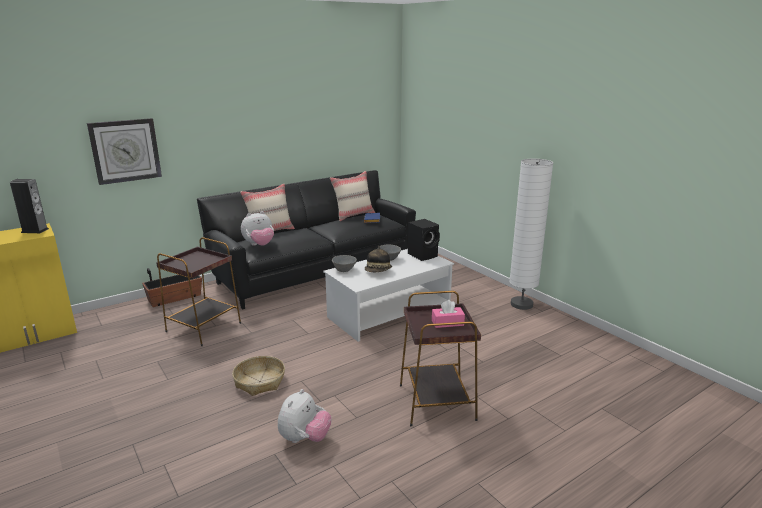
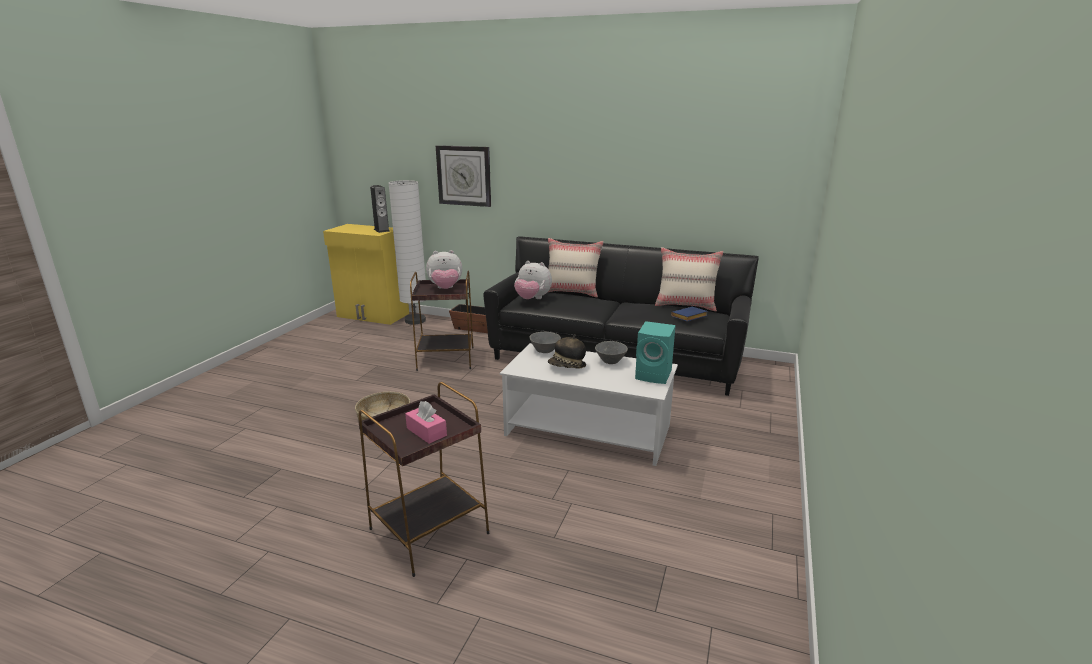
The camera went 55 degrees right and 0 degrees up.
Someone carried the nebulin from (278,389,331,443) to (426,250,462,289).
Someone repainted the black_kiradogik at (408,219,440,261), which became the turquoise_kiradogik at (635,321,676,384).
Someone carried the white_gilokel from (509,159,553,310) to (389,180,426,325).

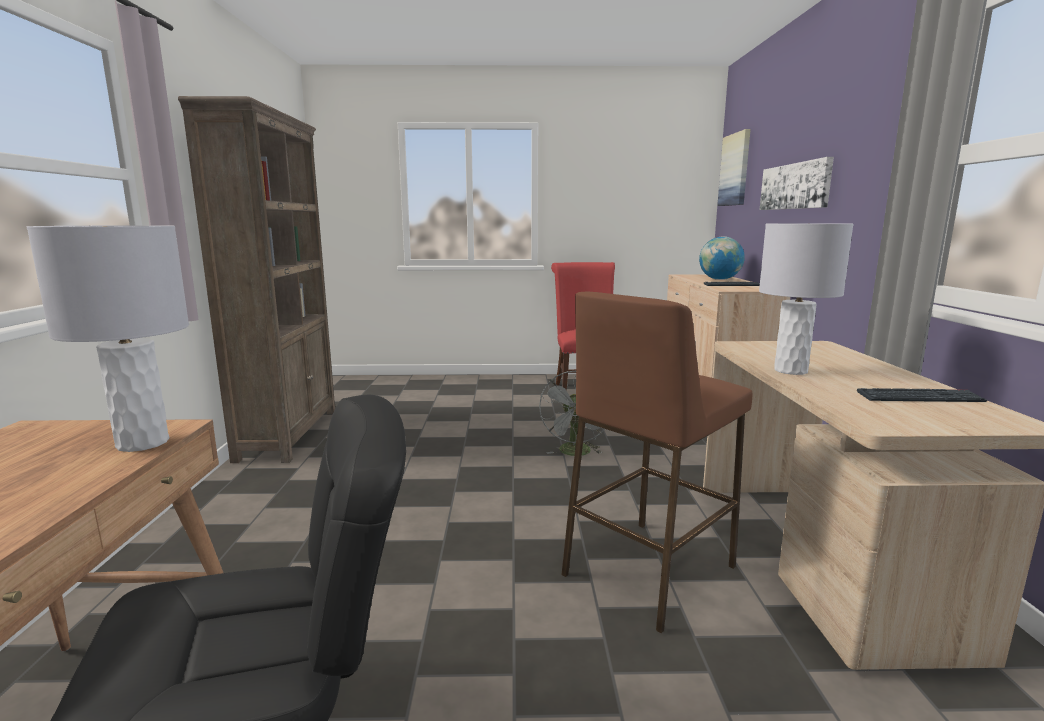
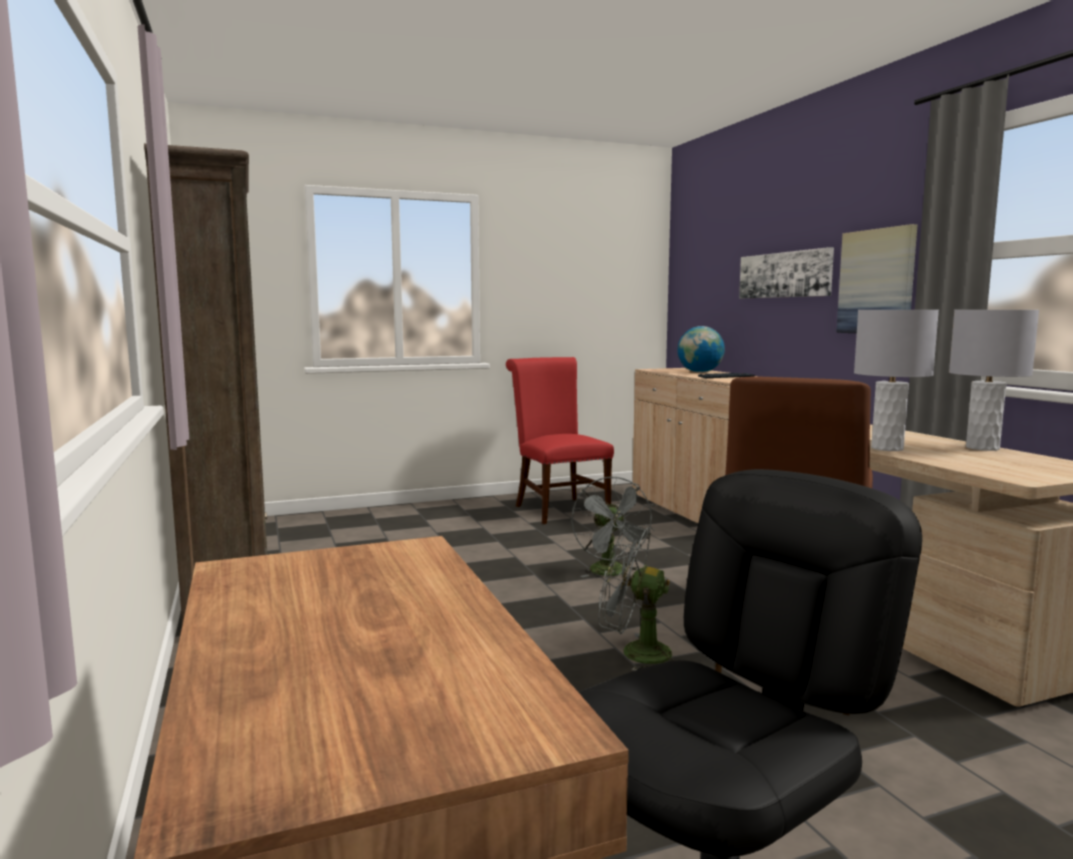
The camera went 20 degrees left and 5 degrees down.
Someone carried the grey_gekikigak from (27,225,189,452) to (949,310,1039,451).
Someone carried the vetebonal from (717,129,751,206) to (836,224,917,333).
Someone took away the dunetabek at (857,388,988,402).
Someone put down the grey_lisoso at (599,525,676,671).

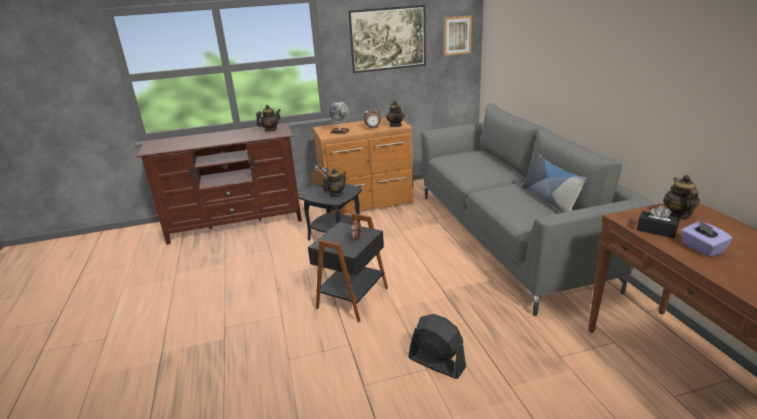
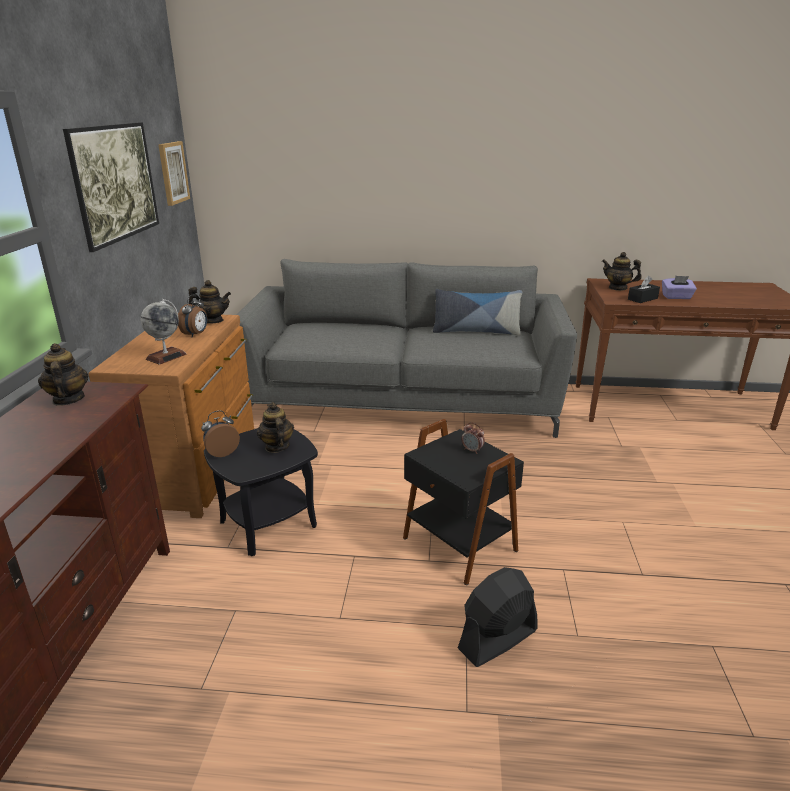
The camera went 70 degrees left and 0 degrees up.
Someone carried the black_lisoso from (408,314,466,379) to (458,567,538,667).

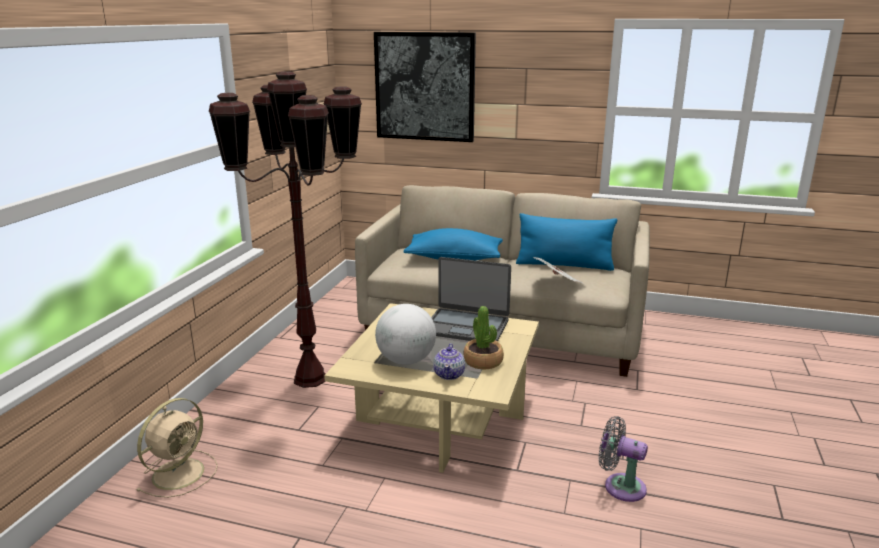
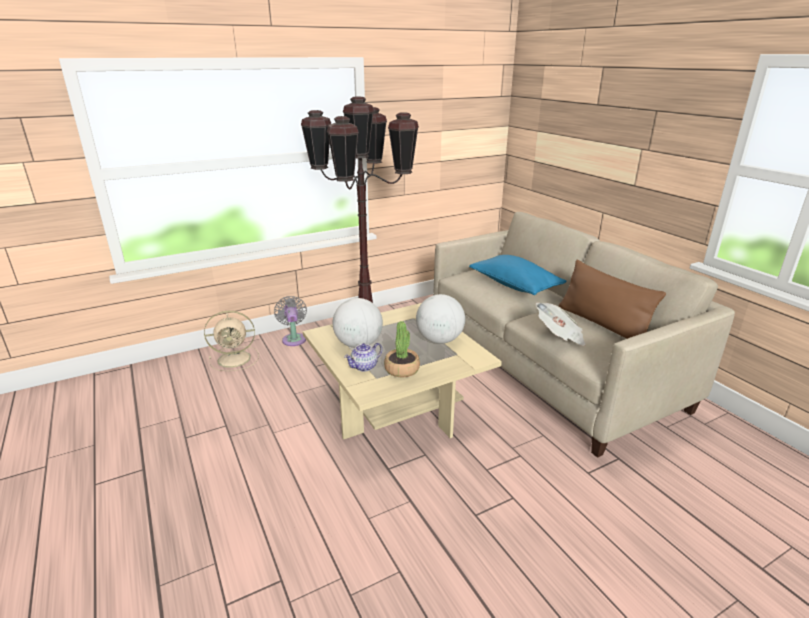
The camera went 45 degrees right and 5 degrees up.
Someone took away the vetebonal at (374,32,476,142).
Someone swapped the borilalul at (431,257,511,342) for the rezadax at (416,294,465,344).
Someone repainted the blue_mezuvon at (516,213,617,271), which became the brown_mezuvon at (559,260,666,339).
Someone carried the grey_lisoso from (598,416,648,502) to (274,296,307,346).

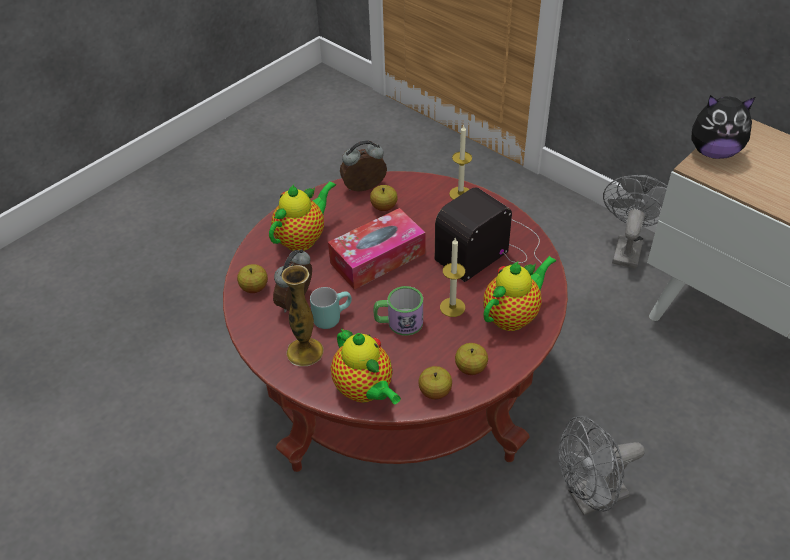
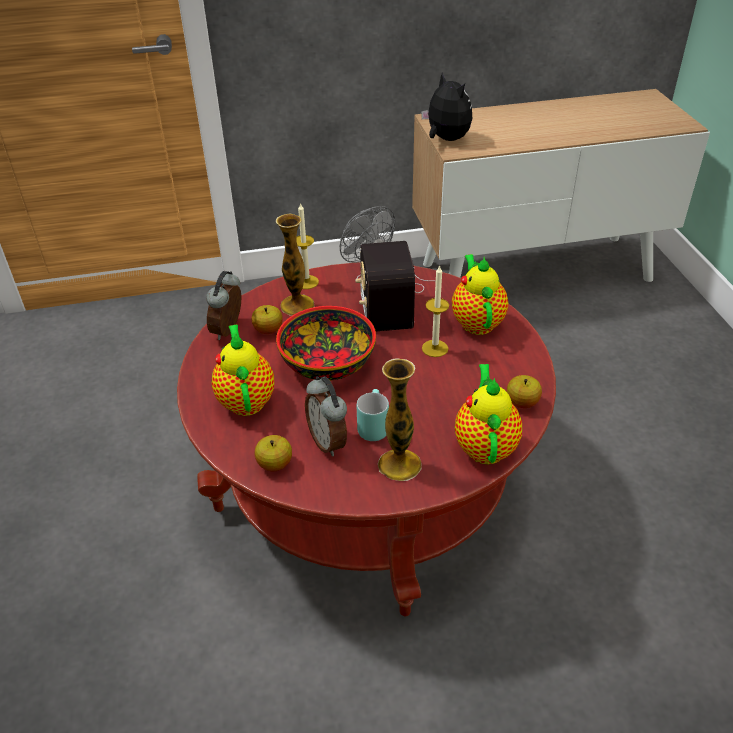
The camera went 55 degrees left and 5 degrees down.
Someone swapped the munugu at (328,208,426,290) for the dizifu at (276,306,376,381).
Someone rotated the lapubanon at (331,328,401,404) by 90 degrees counterclockwise.
Someone took away the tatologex at (373,286,423,336).
Someone took away the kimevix at (455,343,488,375).
Someone took away the grey_lisoso at (558,416,645,516).
Someone rotated the nebulin at (692,95,755,159) by 75 degrees counterclockwise.
Someone put down the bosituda at (276,214,314,316).

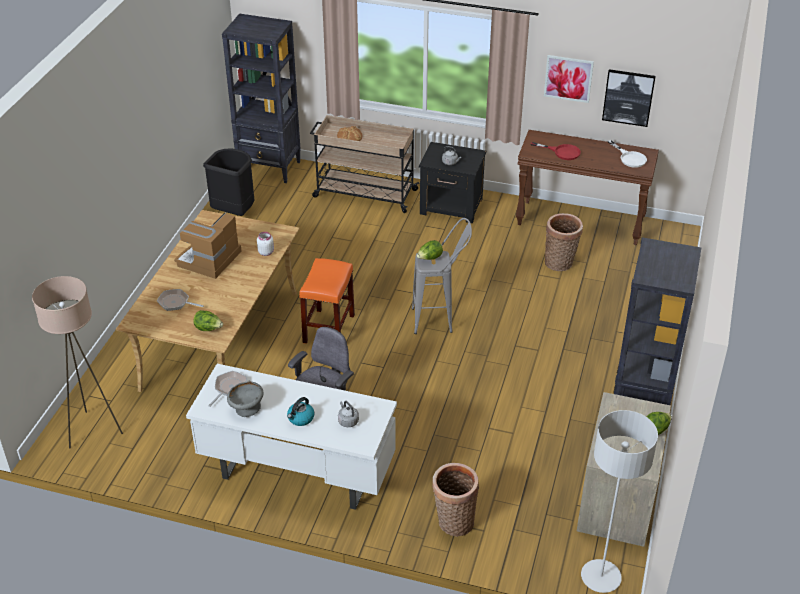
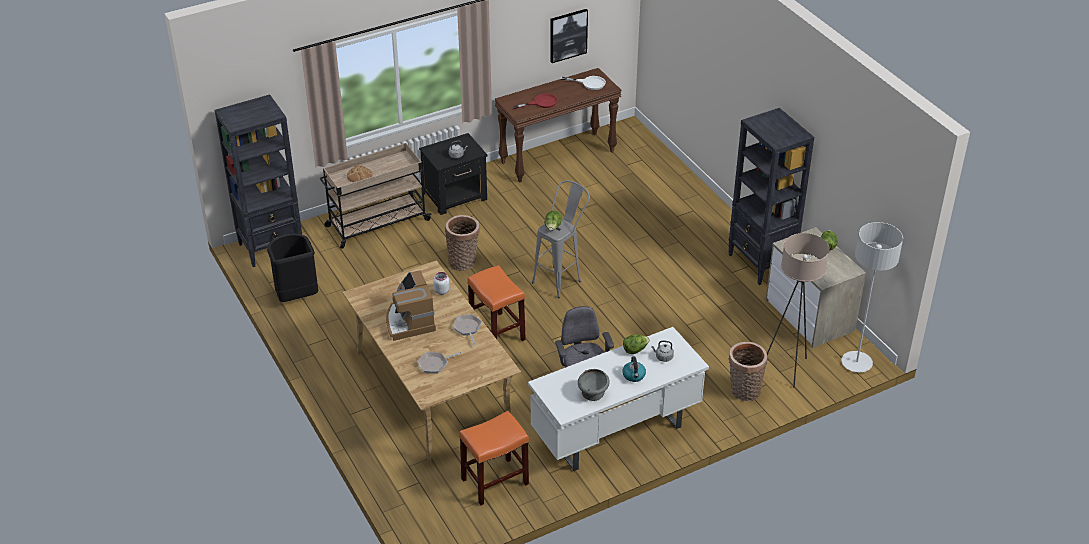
The camera went 45 degrees left and 0 degrees up.
Someone carried the beige_gilokel from (32,276,123,449) to (767,233,829,388).
Someone carried the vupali from (194,310,223,331) to (623,335,650,354).
Someone carried the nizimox from (208,371,247,407) to (453,314,482,345).
Someone took away the vetebonal at (544,55,594,103).
Someone carried the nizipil from (545,213,583,271) to (445,215,480,271).
Someone put down the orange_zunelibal at (459,411,529,506).

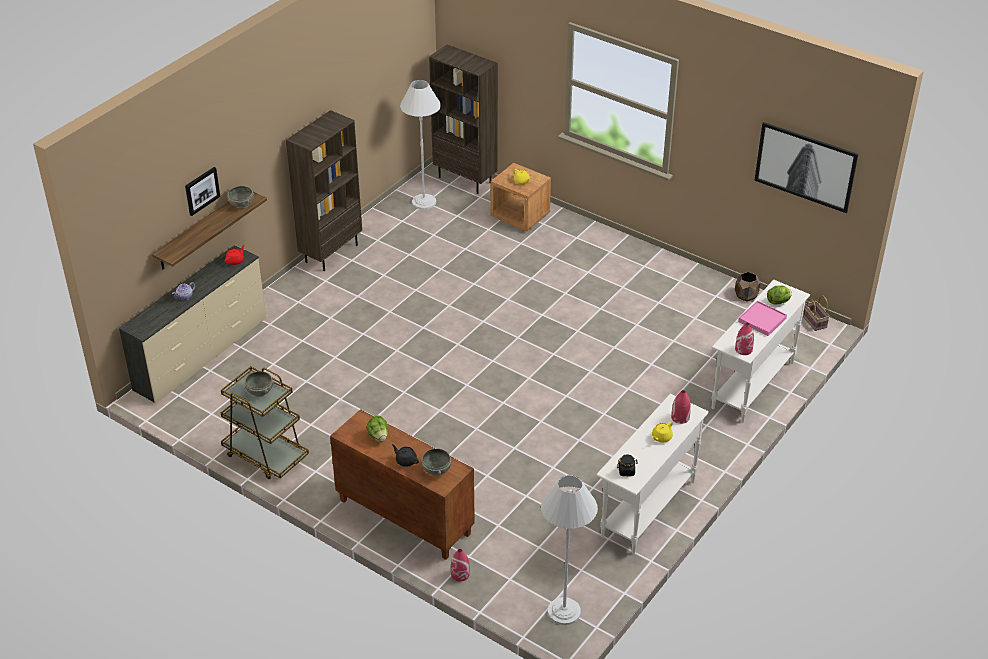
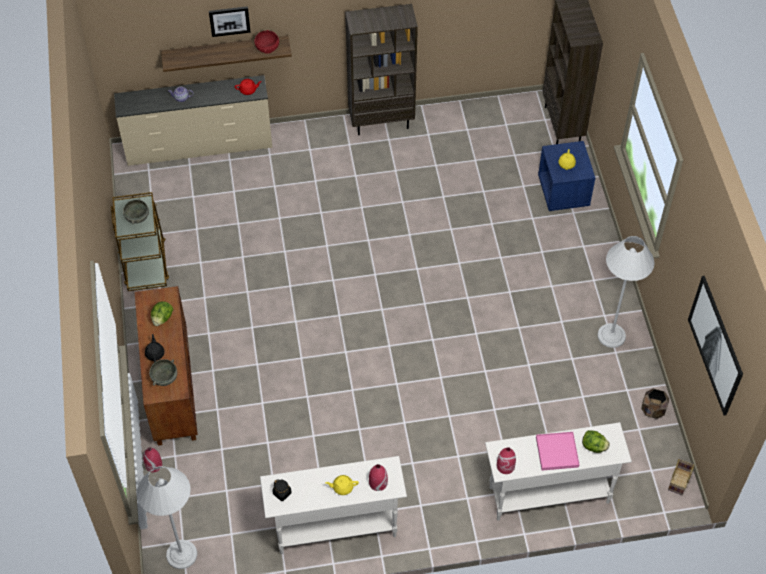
The camera went 45 degrees right and 15 degrees up.
Someone repainted the grey_dizifu at (228,186,254,209), which became the red_dizifu at (254,30,279,54).
Someone carried the white_gilokel from (400,80,441,209) to (598,236,655,348).
Someone repainted the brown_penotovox at (490,163,551,231), which became the blue_penotovox at (538,141,595,211).

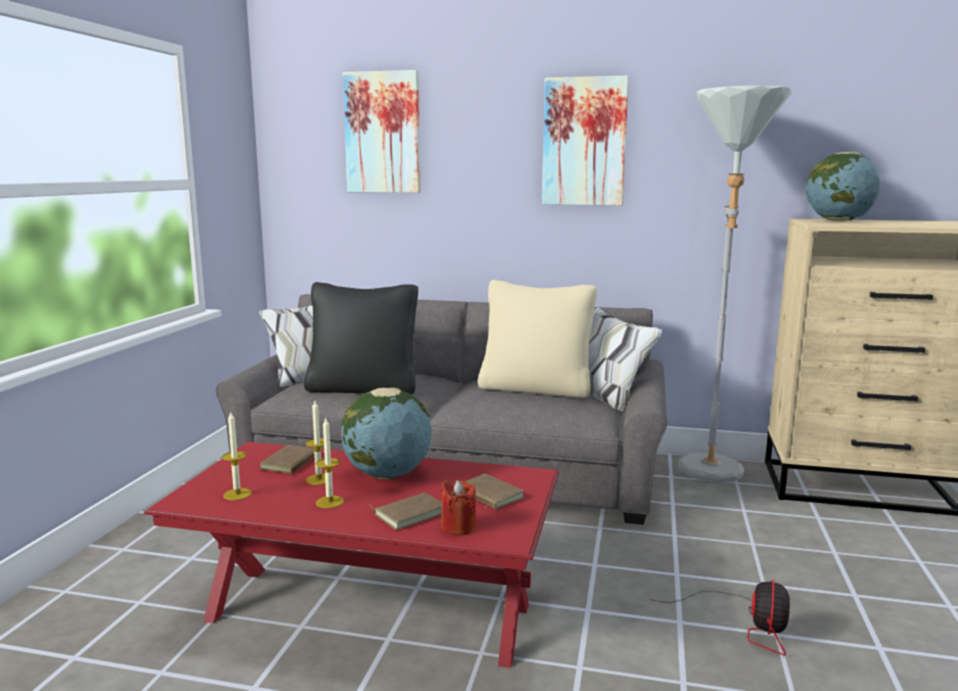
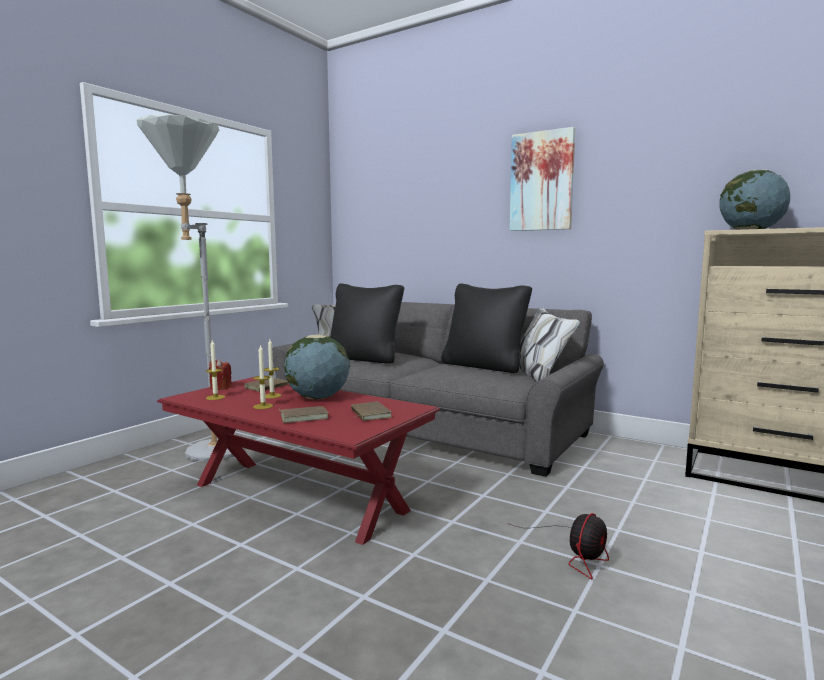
The camera went 20 degrees right and 5 degrees down.
Someone took away the vetebonal at (343,70,421,193).
Someone carried the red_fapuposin from (441,480,476,535) to (209,359,232,390).
Someone repainted the beige_mezuvon at (478,280,597,398), which became the black_mezuvon at (441,283,532,373).
Someone carried the grey_gilokel from (677,85,791,482) to (137,115,244,461).

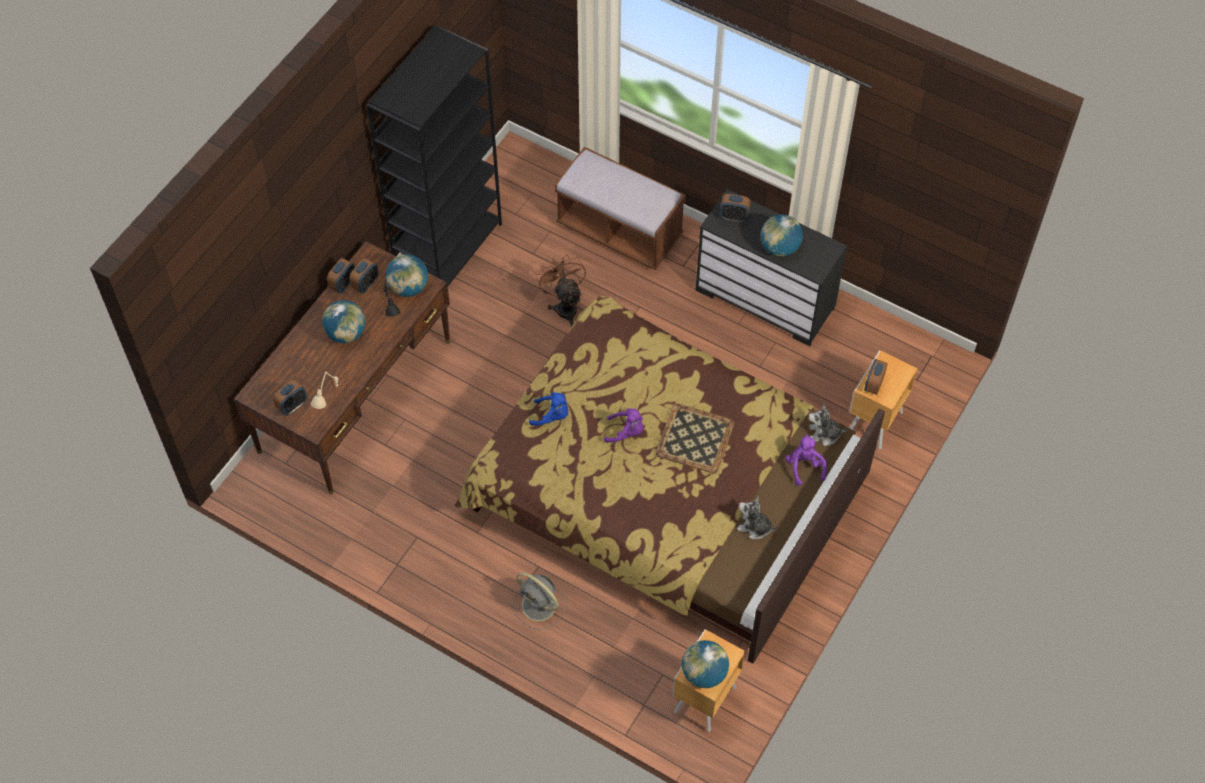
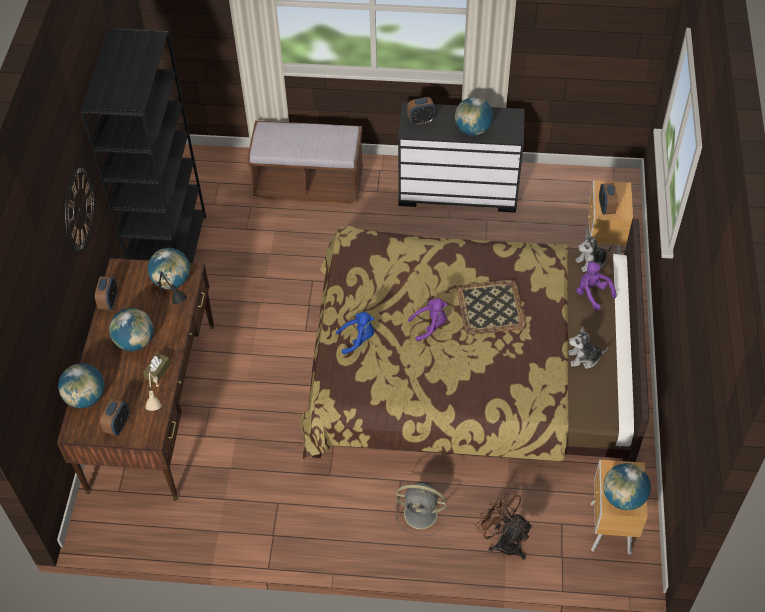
The camera went 25 degrees left and 5 degrees down.
Someone took away the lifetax at (349,258,379,293).
Someone carried the brown_lisoso from (536,255,586,326) to (475,488,533,560).
Someone put down the rezadax at (58,363,104,408).
Someone put up the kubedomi at (65,165,94,253).
Someone put down the brown_munugu at (143,353,171,383).

